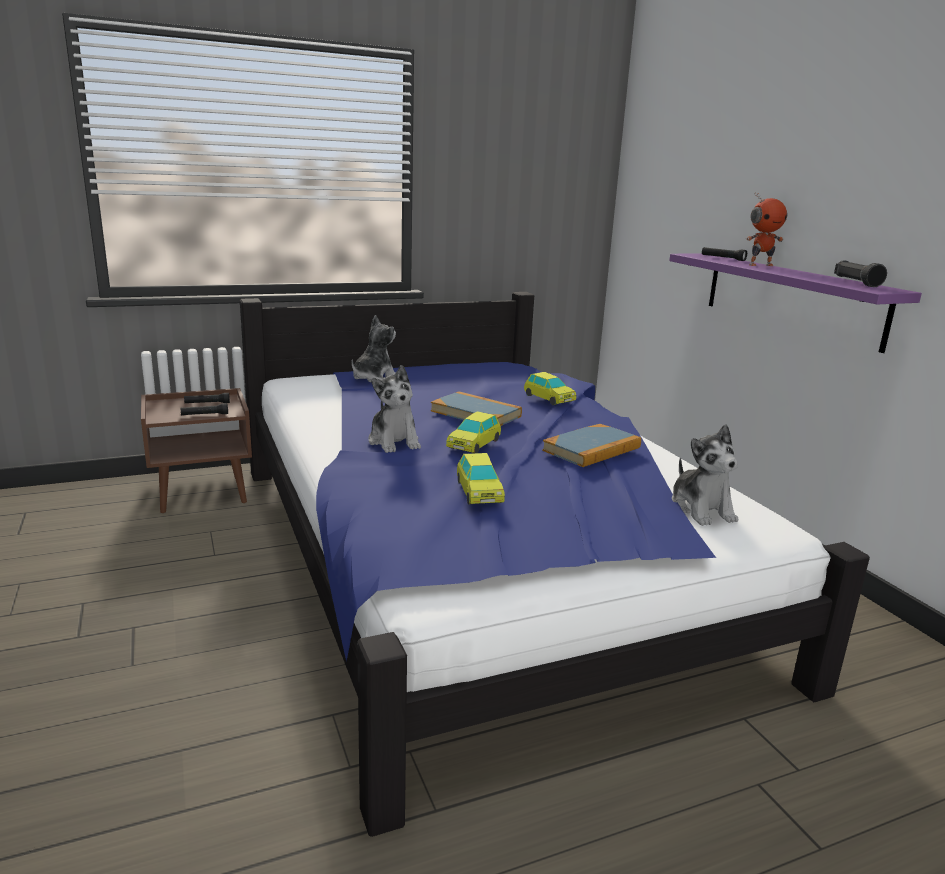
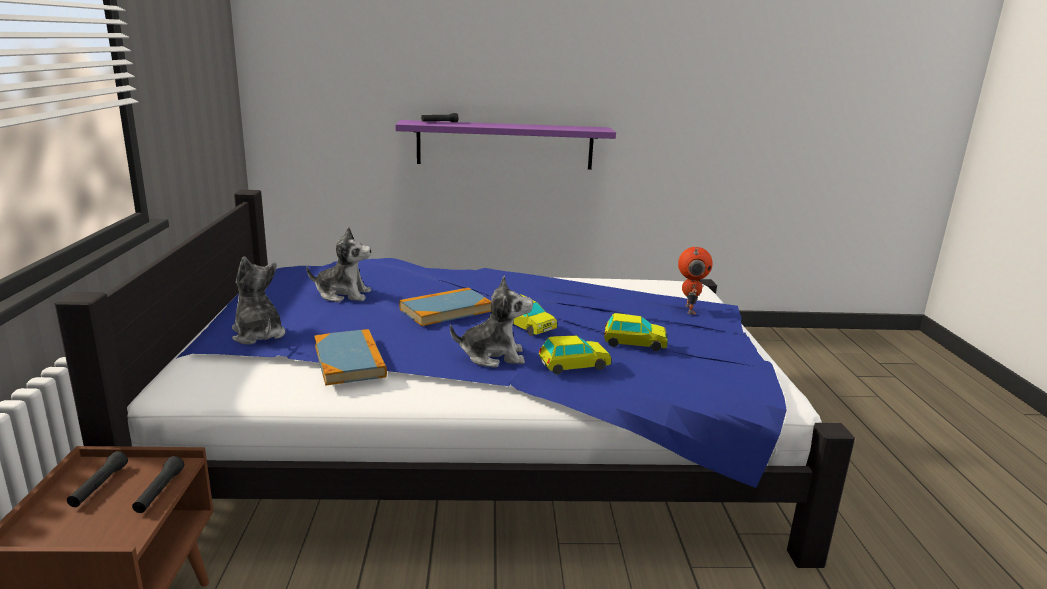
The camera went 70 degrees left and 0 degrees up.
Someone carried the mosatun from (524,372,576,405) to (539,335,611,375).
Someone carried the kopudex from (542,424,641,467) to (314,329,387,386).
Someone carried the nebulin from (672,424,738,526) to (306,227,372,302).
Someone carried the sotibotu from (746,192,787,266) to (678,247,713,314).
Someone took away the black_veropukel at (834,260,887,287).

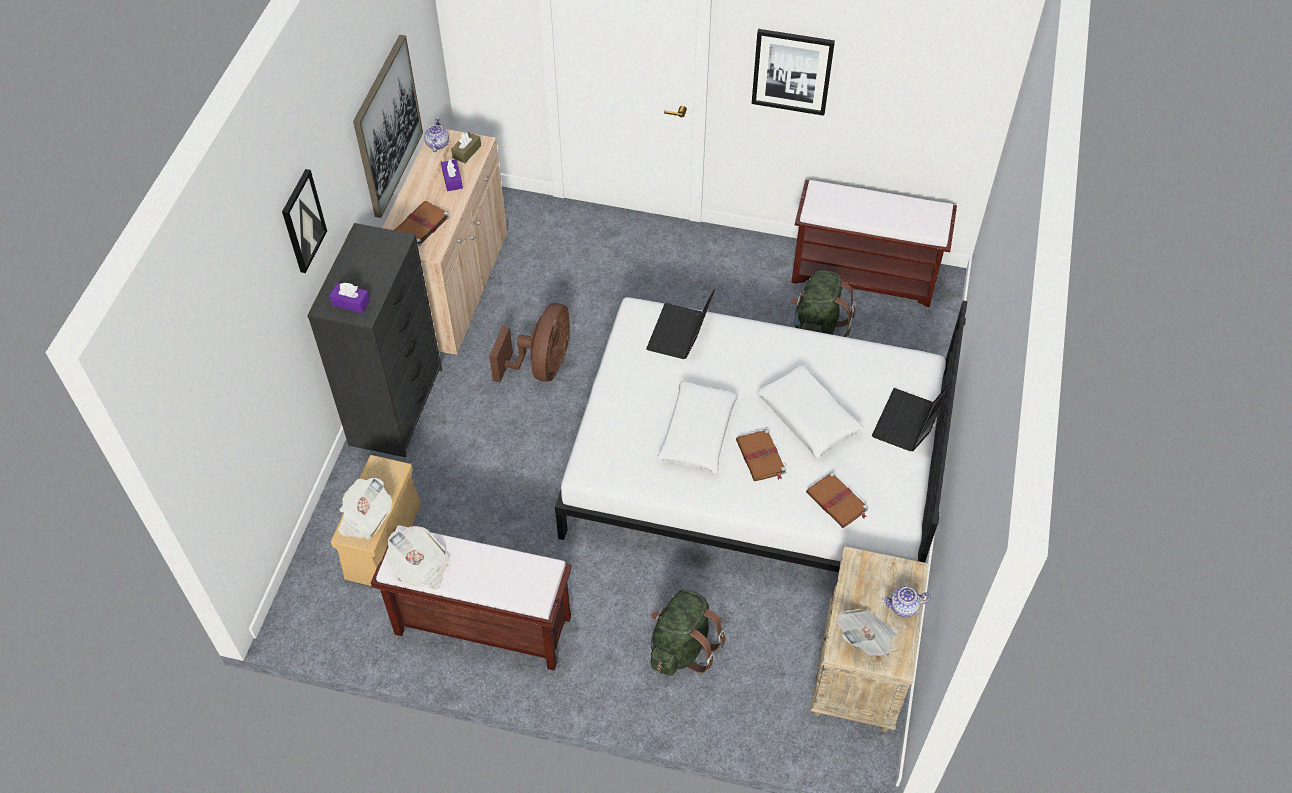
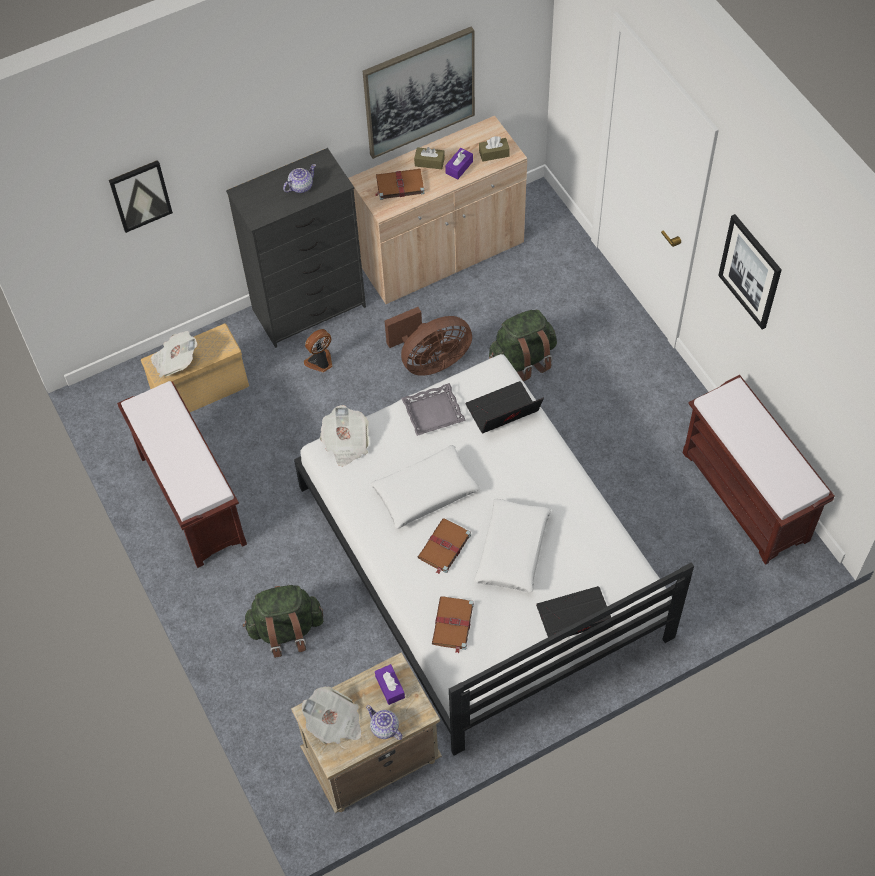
The camera went 50 degrees right and 5 degrees up.
Someone carried the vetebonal from (282,169,327,273) to (109,160,173,233).
Someone carried the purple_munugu from (329,283,370,313) to (375,664,405,705).
Someone carried the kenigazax from (385,526,450,589) to (320,405,369,467).
Someone carried the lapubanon from (424,117,449,152) to (283,164,316,193).
Someone carried the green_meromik from (791,270,855,337) to (489,310,557,381).
Someone put down the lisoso at (304,329,332,372).
Someone put down the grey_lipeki at (401,383,466,436).
Someone put down the brown_munugu at (414,147,445,169).

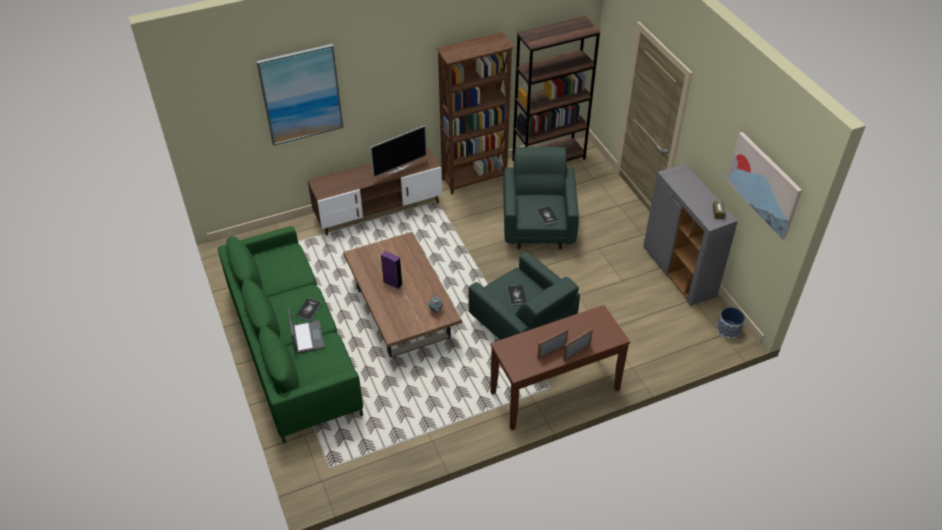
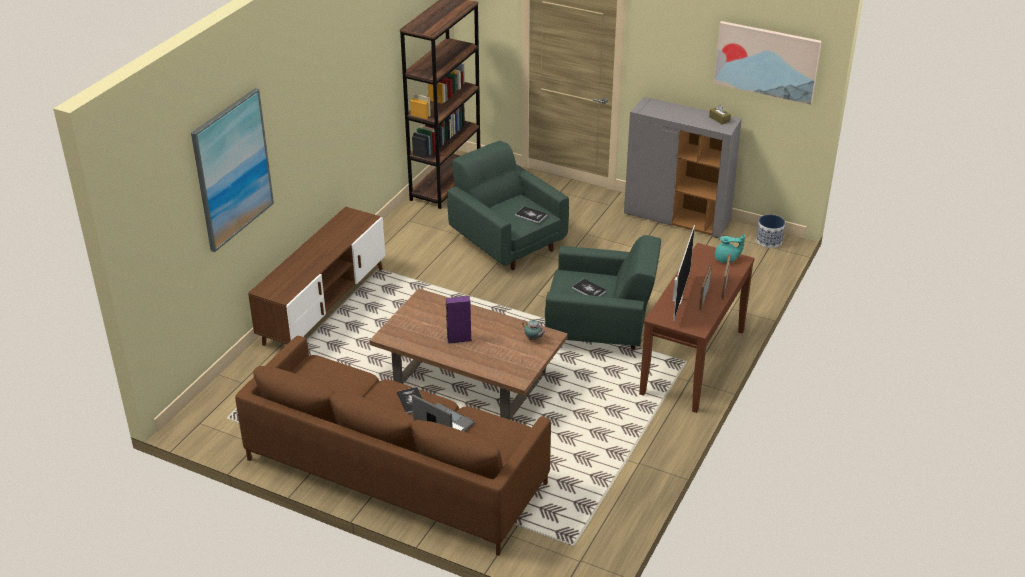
The camera went 40 degrees left and 10 degrees down.
Someone repainted the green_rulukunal at (218,226,363,444), which became the brown_rulukunal at (235,336,551,556).
Someone carried the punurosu from (370,126,427,178) to (673,225,695,321).
Someone took away the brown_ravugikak at (436,32,515,195).
Someone put down the turquoise_lapubanon at (715,235,745,263).

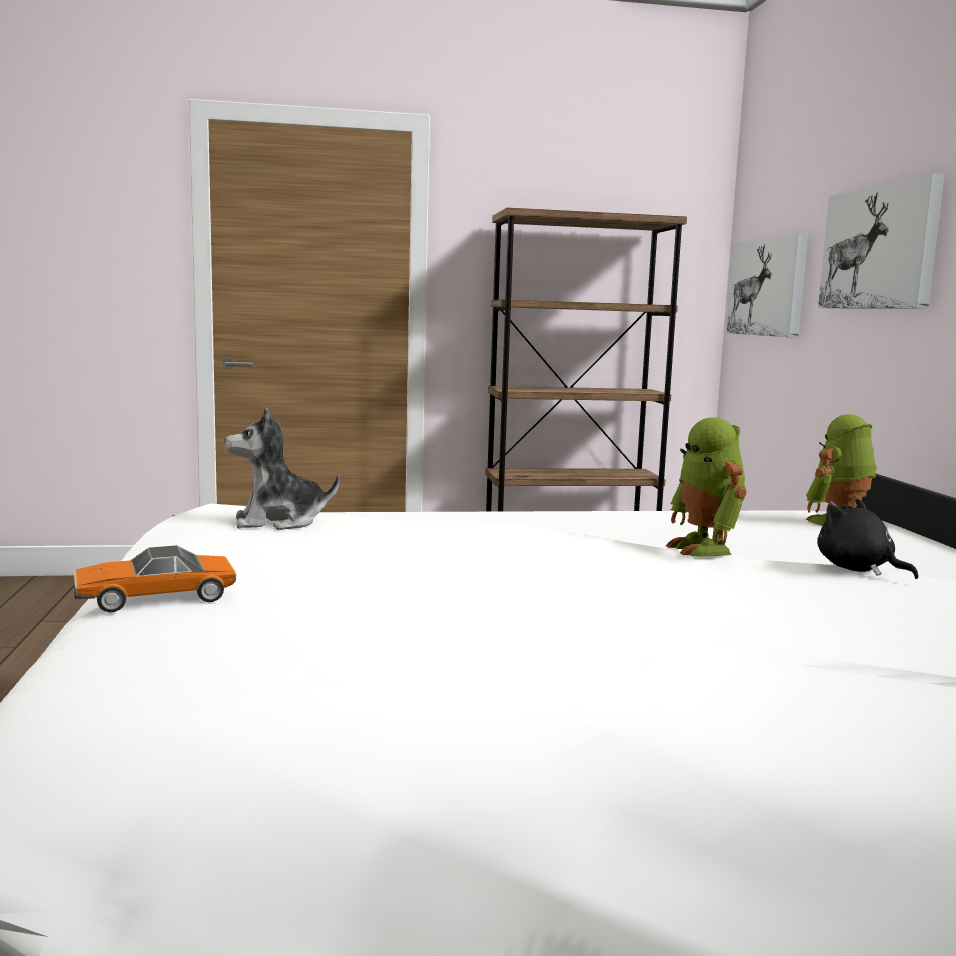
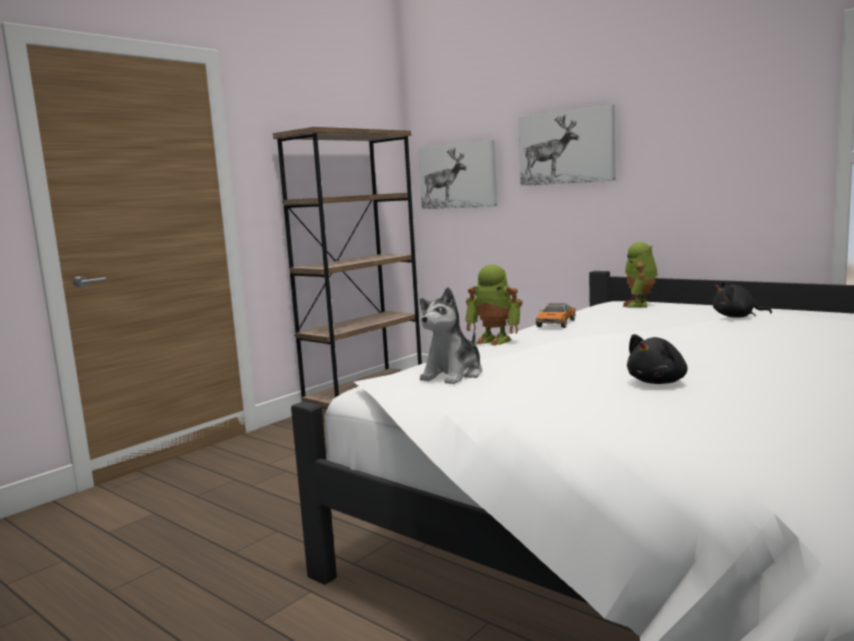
The camera went 40 degrees left and 0 degrees up.
Someone carried the mosatun from (73,545,236,612) to (535,303,576,328).
Someone carried the sotibotu from (666,417,747,557) to (465,264,522,345).
Someone put down the black_nebulin at (627,334,688,384).

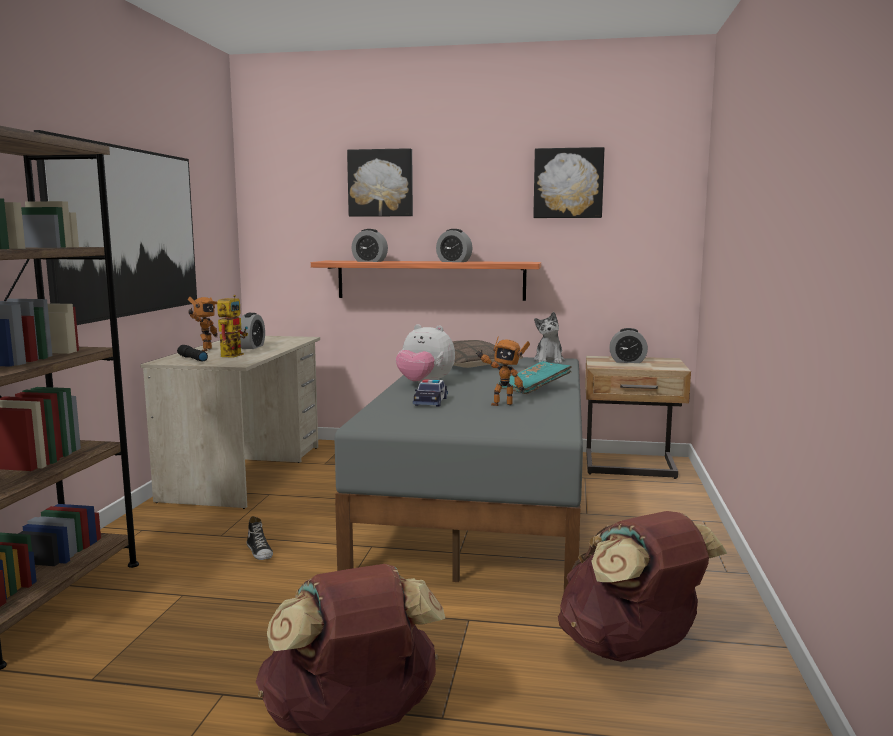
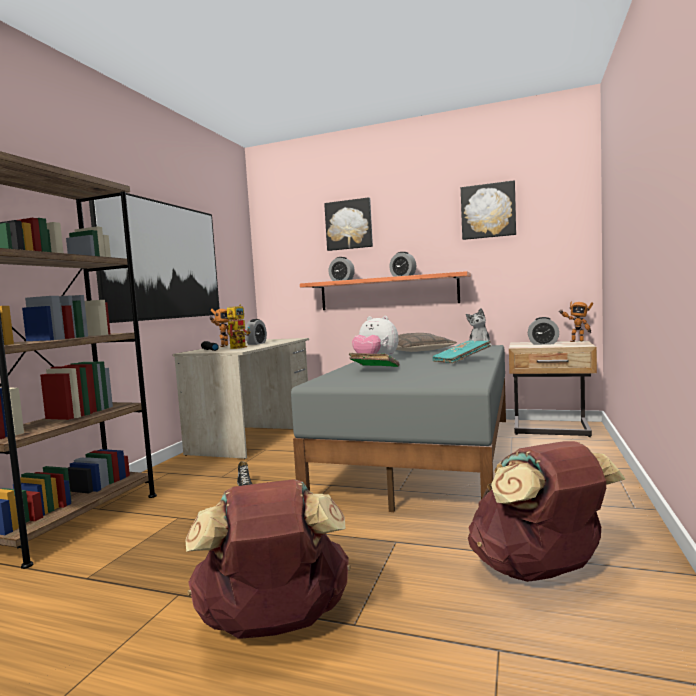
The camera went 10 degrees right and 5 degrees down.
Someone swapped the mosatun at (413,379,448,407) for the green_kopudex at (349,353,400,367).
Someone carried the sotibotu from (476,337,530,406) to (559,301,593,342).

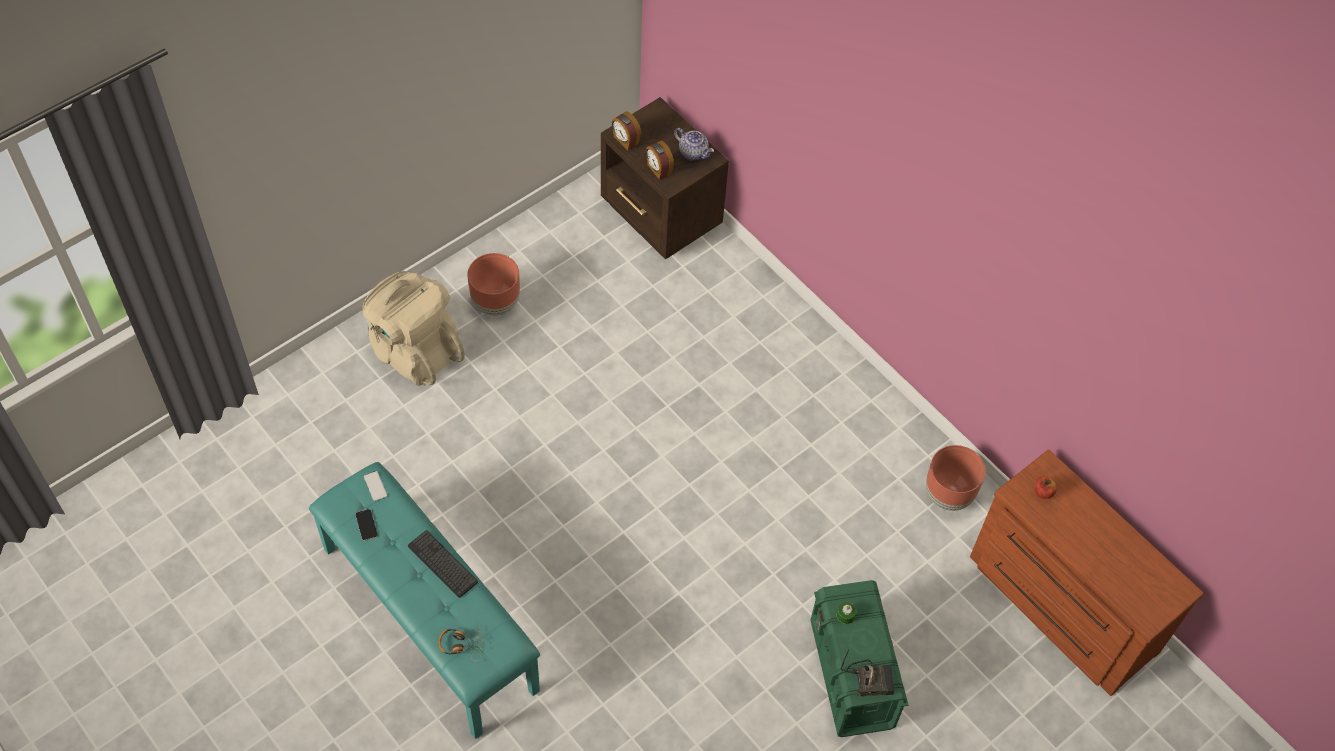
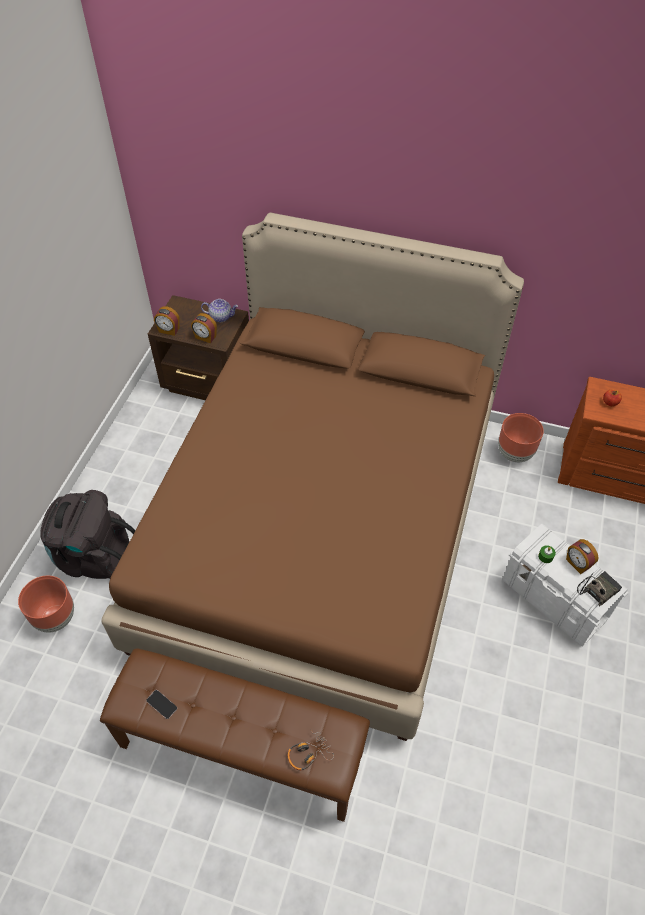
The camera went 30 degrees left and 5 degrees down.
Someone repainted the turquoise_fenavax at (309,462,540,739), which became the brown_fenavax at (100,648,370,822).
Someone repainted the beige_meromik at (363,271,465,386), which became the black_meromik at (40,490,135,579).
Someone took away the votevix at (363,470,388,501).
Someone took away the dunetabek at (408,530,478,598).
Someone carried the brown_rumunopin from (467,253,520,316) to (18,576,74,633).
Someone repainted the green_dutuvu at (810,580,908,737), which became the white_dutuvu at (502,524,628,646).
Someone put down the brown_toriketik at (101,212,524,741).
Someone put down the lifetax at (566,539,599,574).

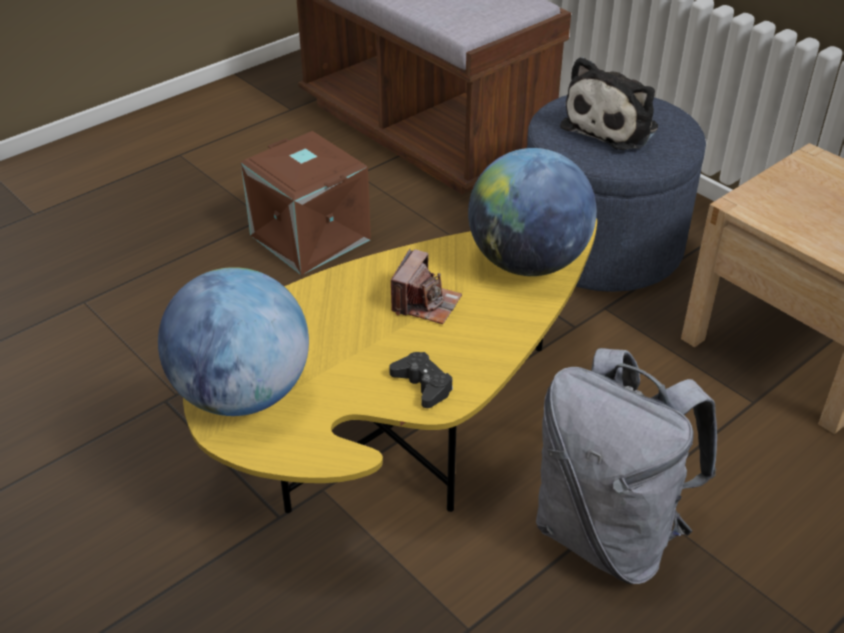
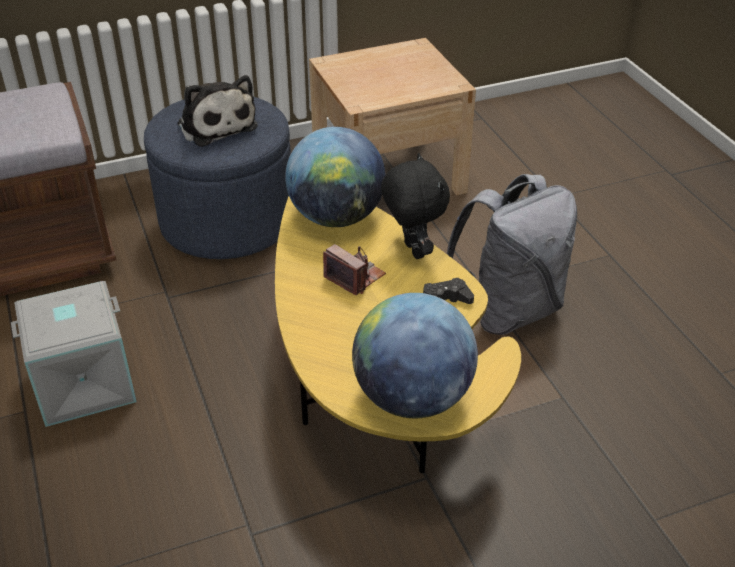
The camera went 70 degrees left and 0 degrees up.
Someone repainted the brown_dutuvu at (241,131,371,275), which became the grey_dutuvu at (11,281,136,427).
Someone put down the black_nebulin at (381,153,450,259).

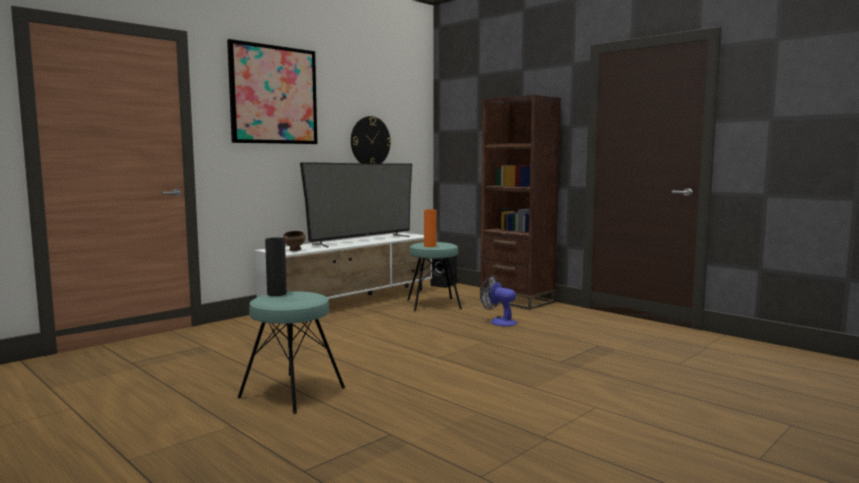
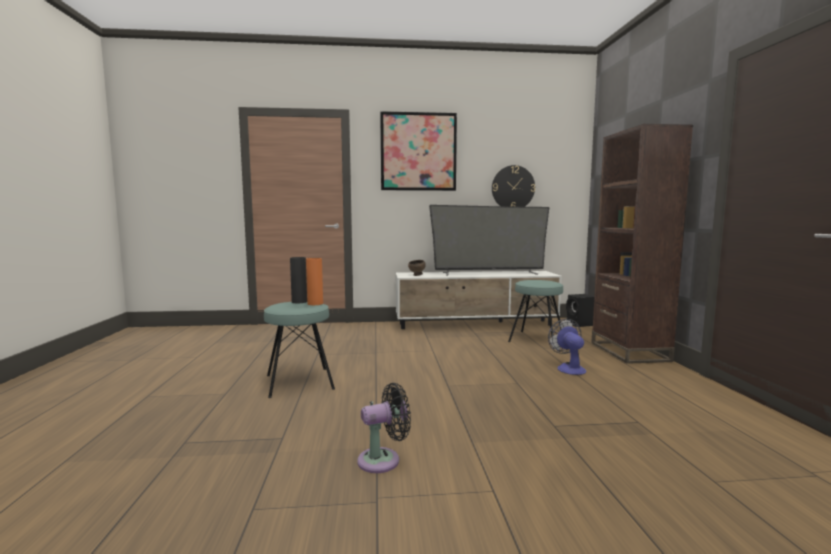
The camera went 40 degrees right and 0 degrees up.
Someone carried the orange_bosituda from (424,209,437,247) to (306,258,323,305).
Someone put down the black_lisoso at (357,383,411,473).

